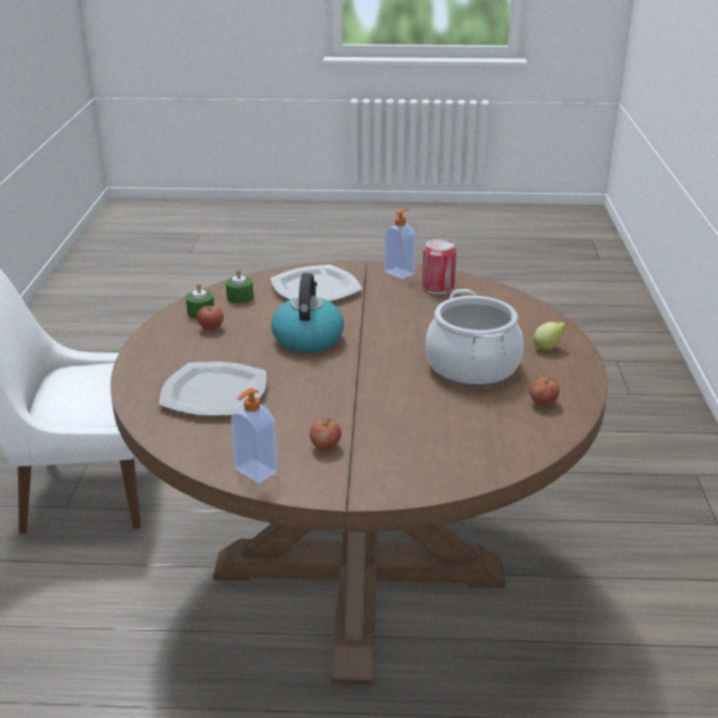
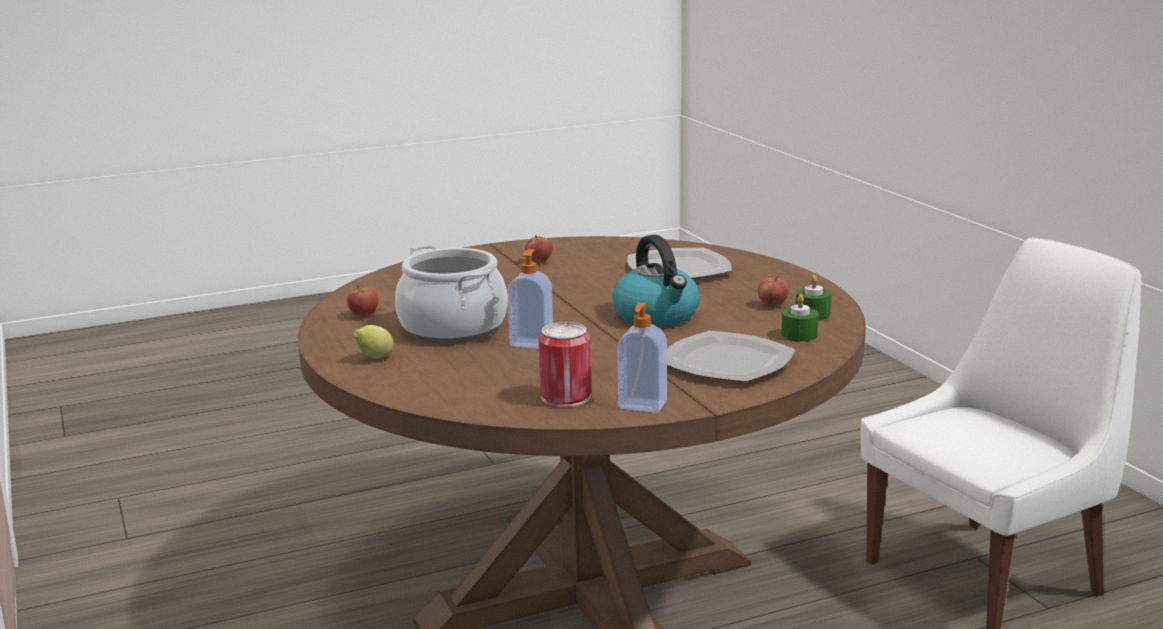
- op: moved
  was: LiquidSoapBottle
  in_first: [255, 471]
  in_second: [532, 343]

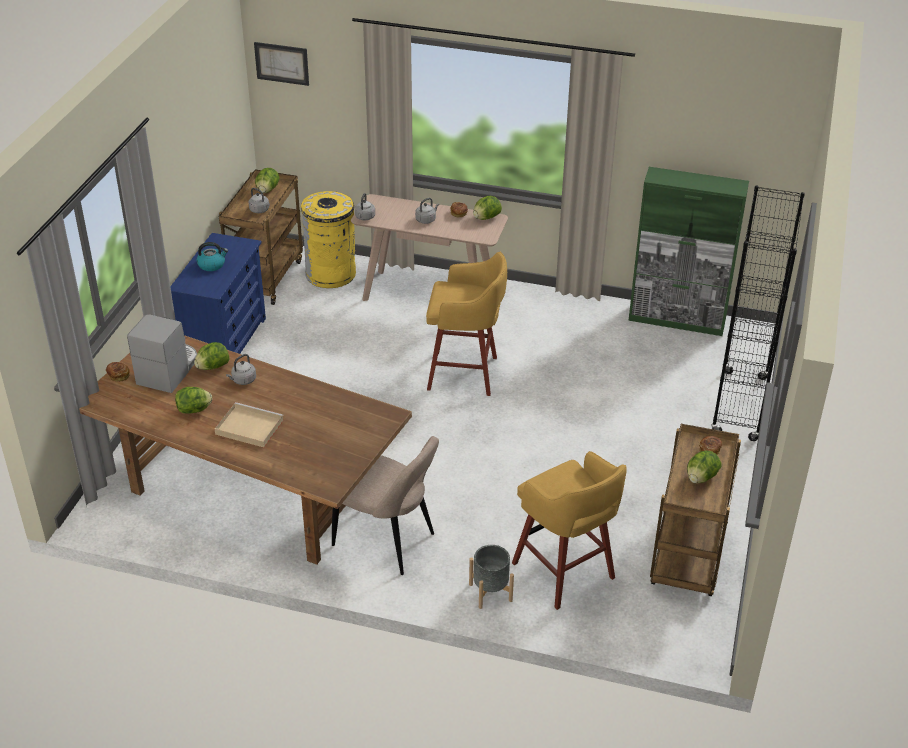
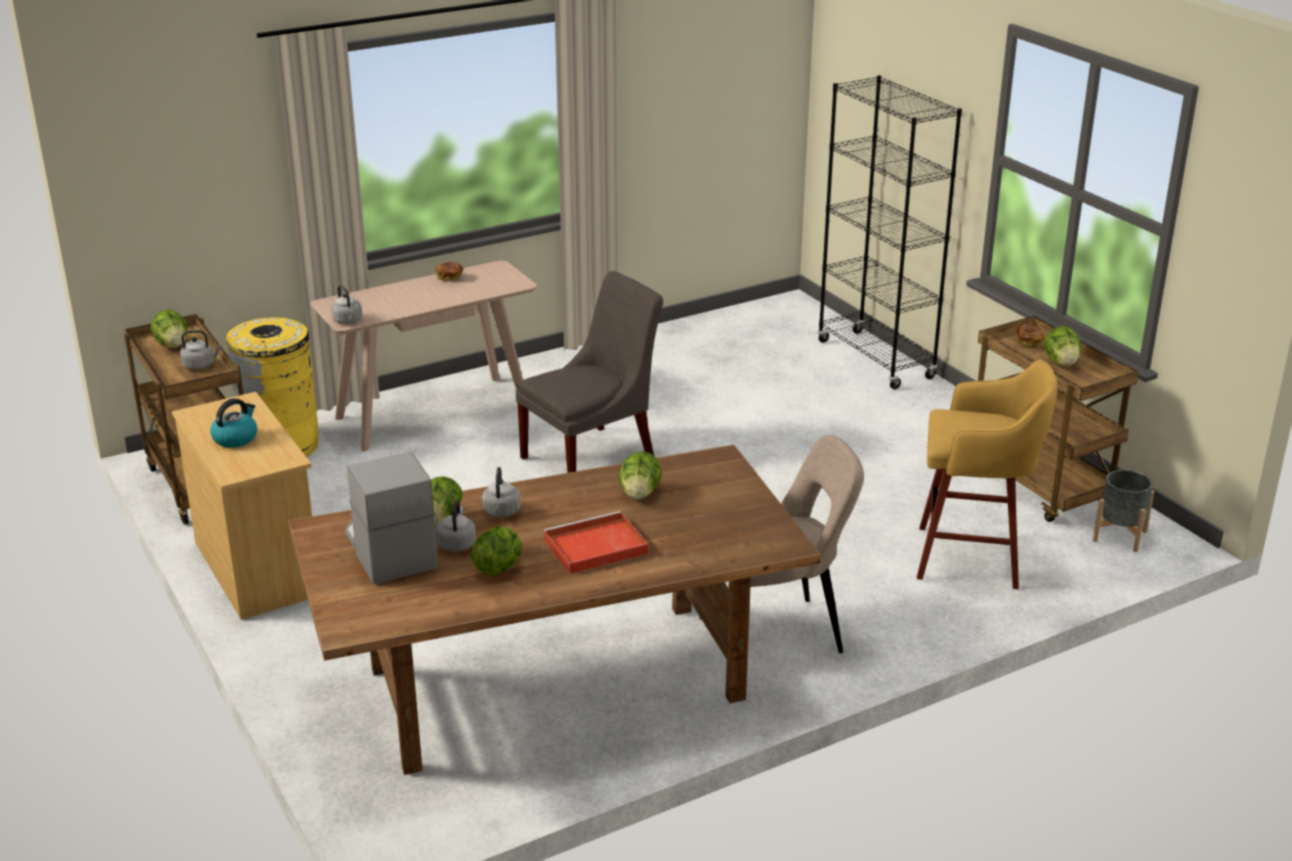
- op: removed
  was: BakedBread
  in_first: [118, 375]
- op: removed
  was: Picture
  in_first: [282, 63]
- op: removed
  was: GreenishStorageCabinet
  in_first: [677, 320]
- op: moved
  was: GreyWaterKettle
  in_first: [426, 219]
  in_second: [456, 543]
- op: moved
  was: GreyPlantPot
  in_first: [490, 592]
  in_second: [1119, 536]
- op: moved
  was: LettuceHead
  in_first: [486, 218]
  in_second: [640, 494]
- op: replaced
  was: YellowSittingStool
  now: GreyPlainChair
  in_first: [465, 374]
  in_second: [593, 458]
- op: recoloured
  was: BluishDrawerChest
  now: BeigeColouredDrawerChest
  in_first: [225, 341]
  in_second: [257, 568]
- op: recoloured
  was: BeigeColouredCarryingTray
  now: RedCarryingTray
  in_first: [248, 427]
  in_second: [594, 547]

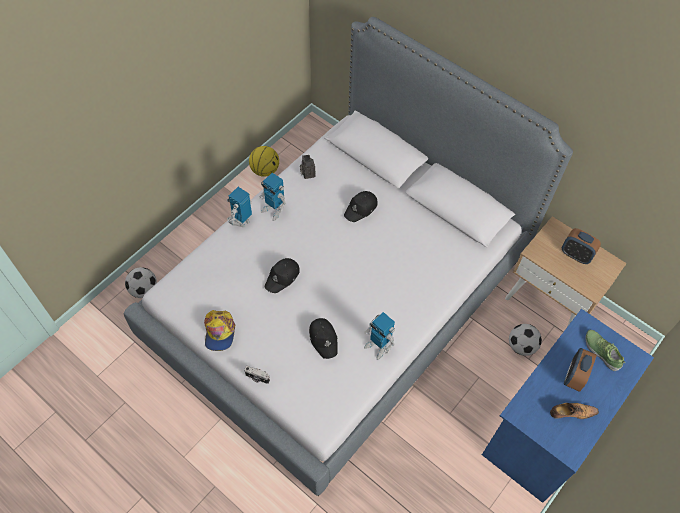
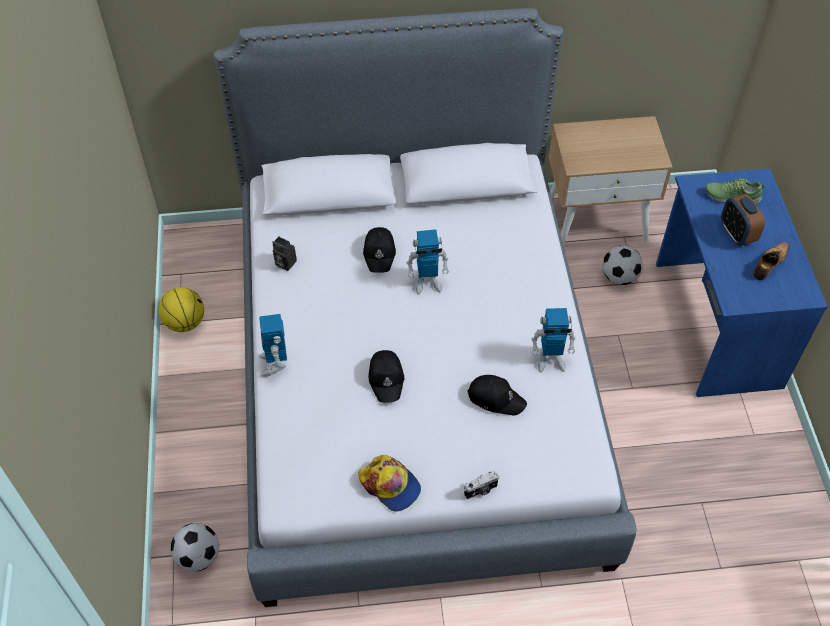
- op: removed
  was: AlarmClock
  in_first: [576, 255]
- op: moved
  was: ModelRobot
  in_first: [274, 210]
  in_second: [427, 282]

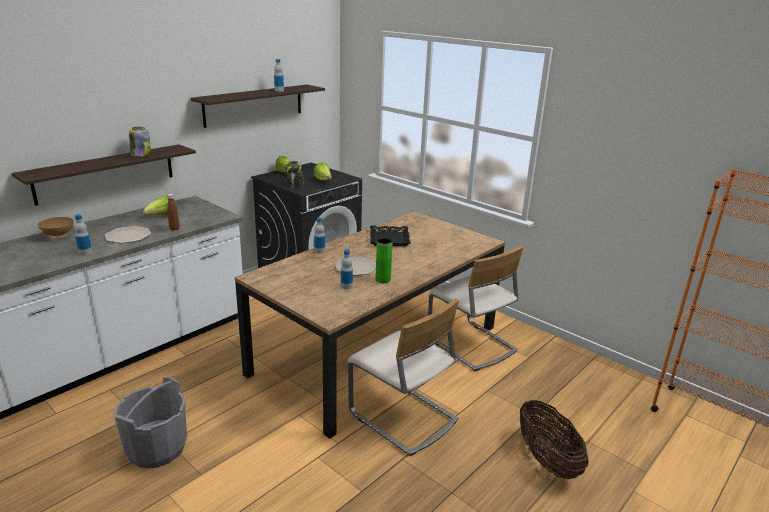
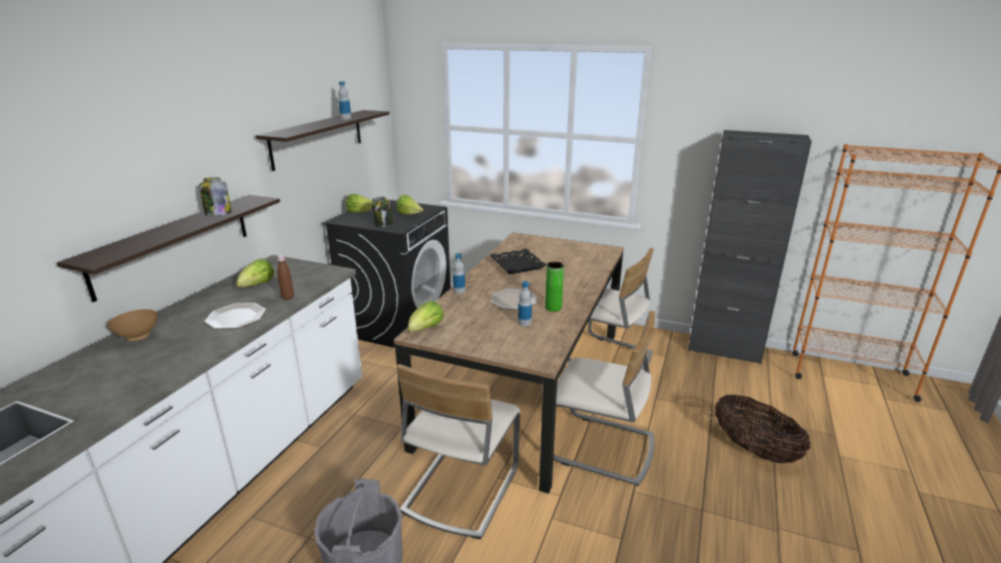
- op: removed
  was: DrinkBottle
  in_first: [85, 252]
- op: added
  now: BeigeColouredPlainChair
  in_second: [460, 489]
- op: added
  now: LettuceHead
  in_second: [425, 329]
- op: added
  now: BlackishStorageCabinet
  in_second: [724, 349]

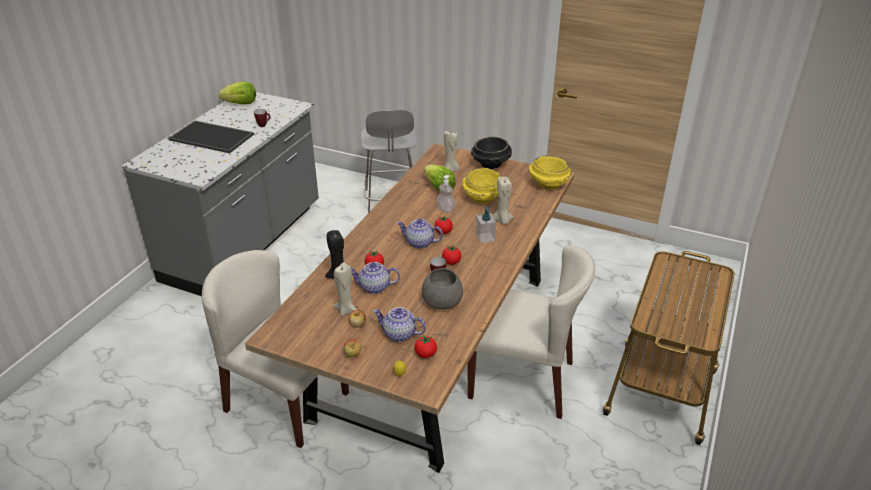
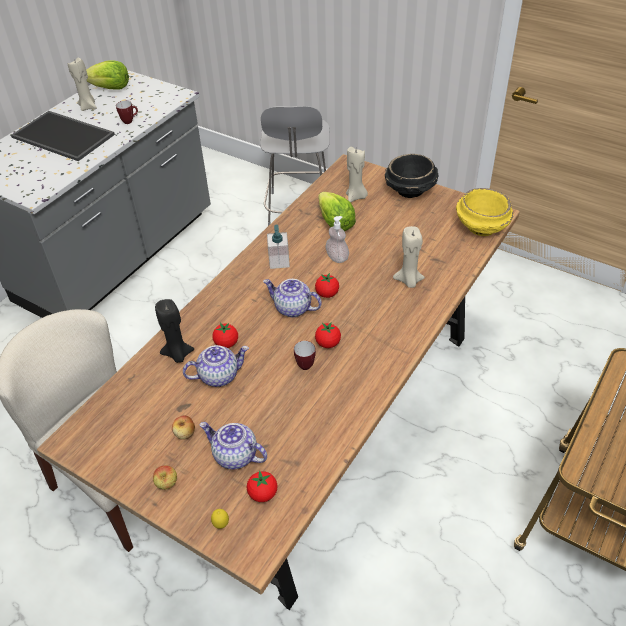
- op: removed
  was: GreyDeepDish
  in_first: [442, 301]
- op: removed
  was: YellowDeepDish
  in_first: [483, 198]
- op: removed
  was: BeigeColouredPlainChair
  in_first: [522, 379]
- op: moved
  was: BeigeColouredWaxCandle
  in_first: [346, 310]
  in_second: [88, 107]
- op: moved
  was: LiquidSoapBottle
  in_first: [485, 238]
  in_second: [279, 261]
- op: turned
  was: PotForTea
  in_first: [374, 287]
  in_second: [219, 375]
  clockwise: 150

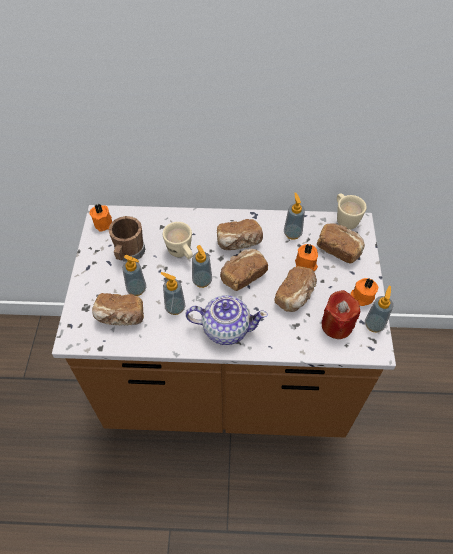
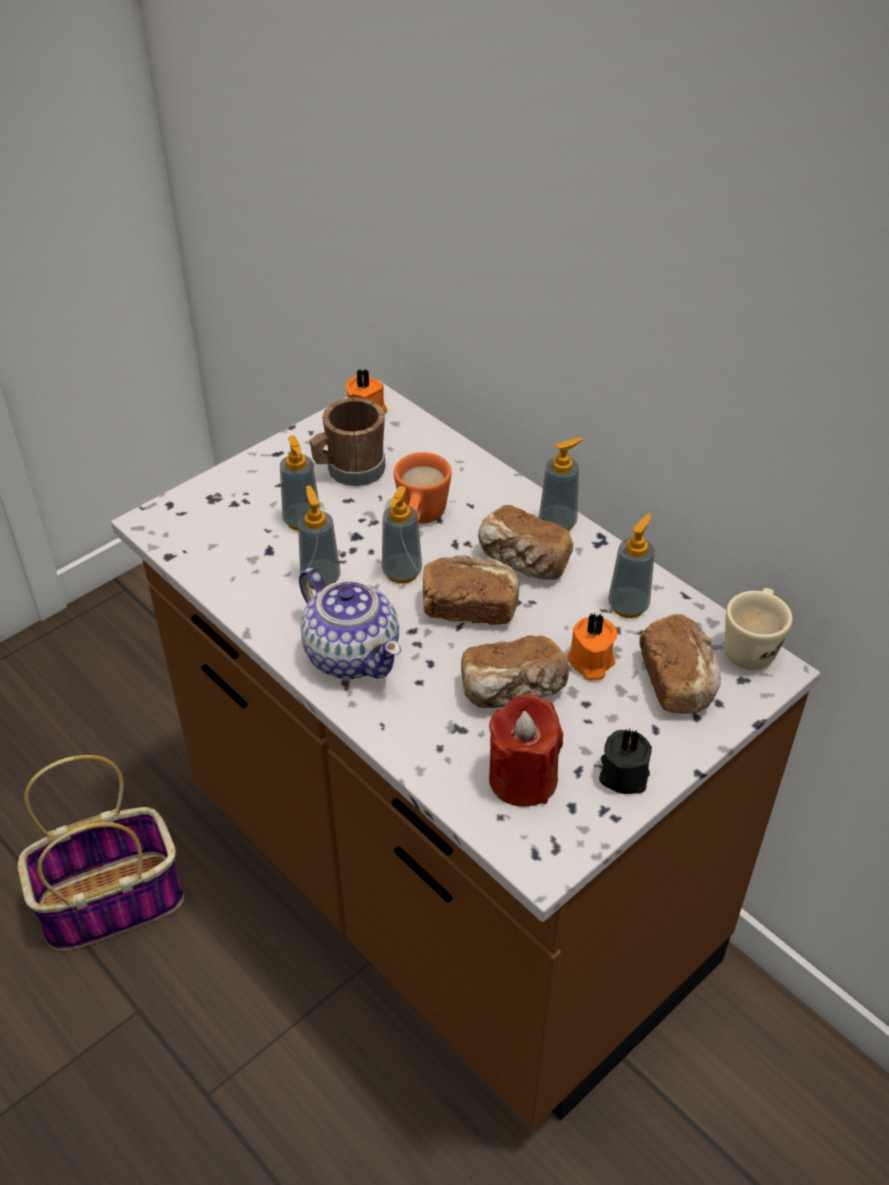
- op: removed
  was: BakedBread
  in_first: [120, 317]
- op: added
  now: HouseholdBasket
  in_second: [113, 900]
- op: moved
  was: LiquidSoapBottle
  in_first: [374, 324]
  in_second: [557, 523]
- op: recoloured
  was: BeigeColouredCoffeeMug
  now: OrangeColouredCoffeeMug
  in_first: [182, 253]
  in_second: [420, 519]
- op: recoloured
  was: OrangeColouredWaxCandle
  now: BlackishWaxCandle
  in_first: [362, 296]
  in_second: [623, 774]

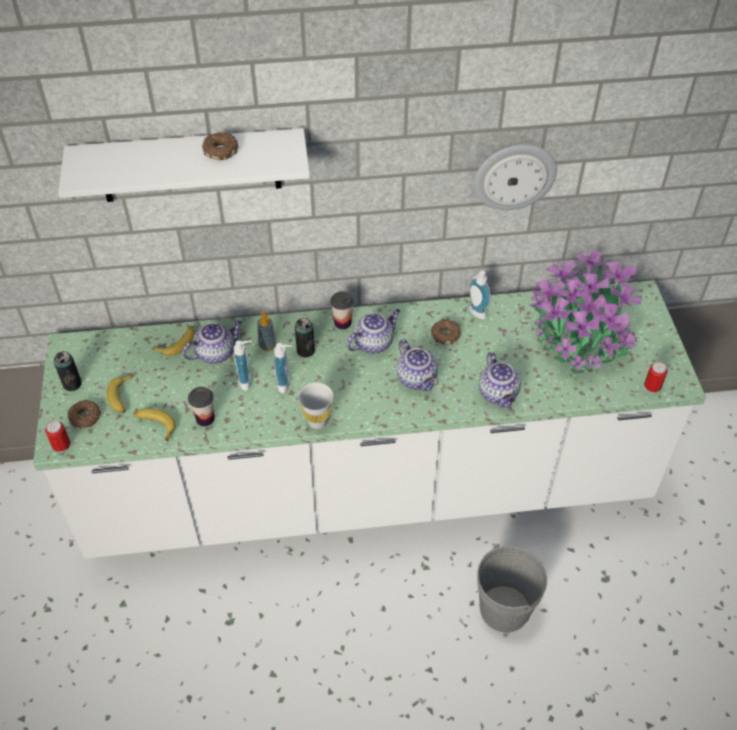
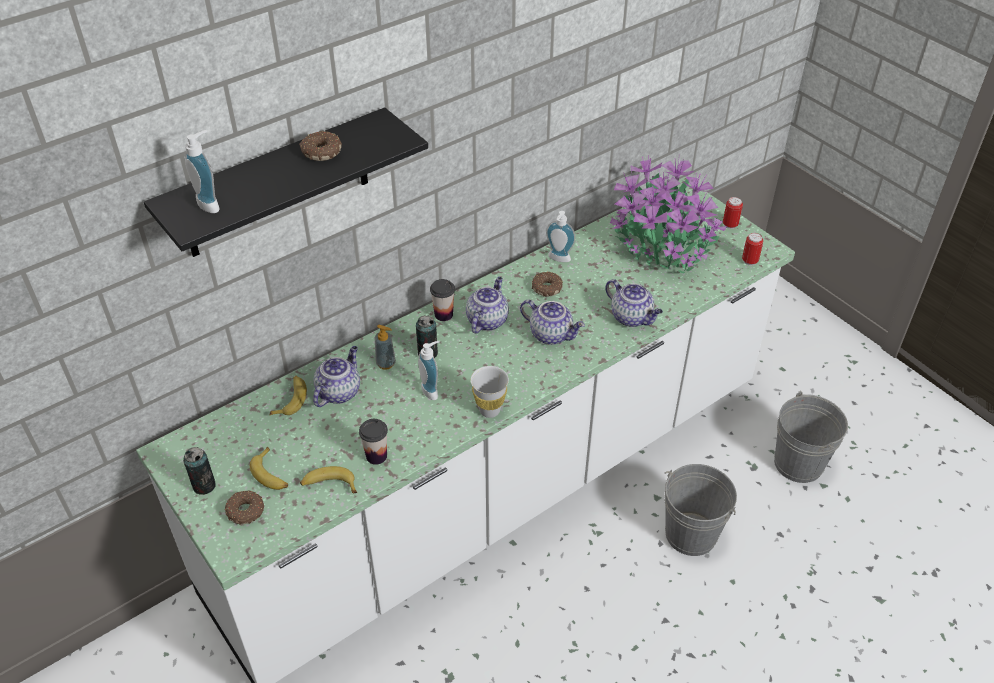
- op: removed
  was: WallClock
  in_first: [514, 176]
- op: added
  now: GreyPail
  in_second: [798, 463]
- op: moved
  was: SealedCan
  in_first: [62, 446]
  in_second: [730, 225]
- op: moved
  was: LiquidSoapBottle
  in_first: [247, 381]
  in_second: [211, 203]
- op: recoloured
  was: WhiteColouredWallShelf
  now: BlackishWallShelf
  in_first: [190, 165]
  in_second: [277, 185]

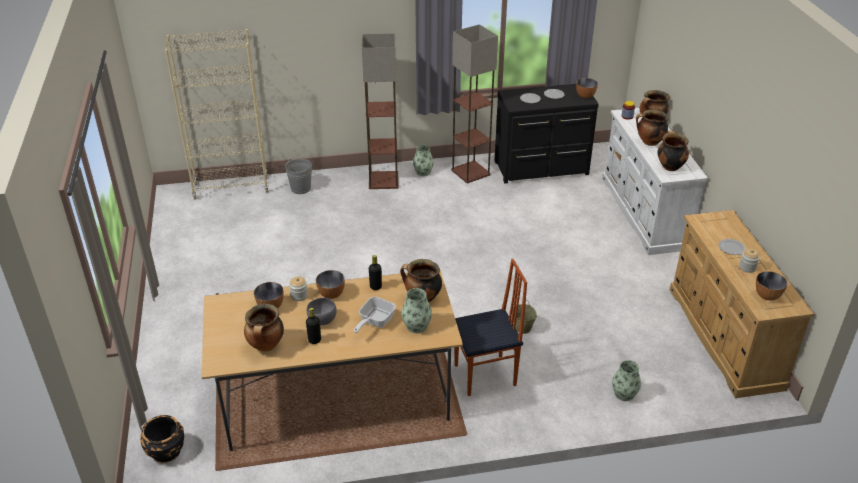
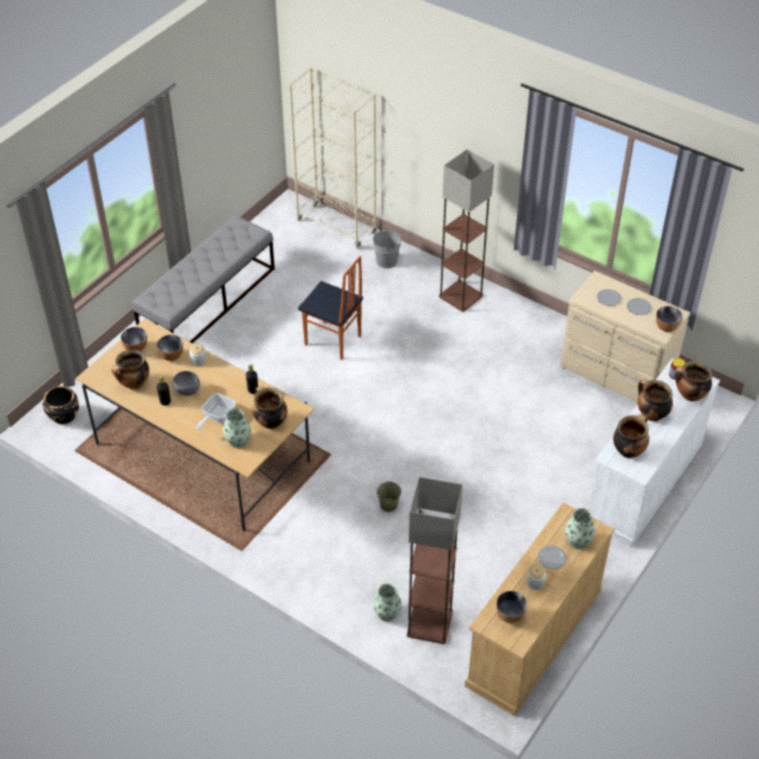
- op: added
  now: GreyIndoorBench
  in_second: [208, 302]
- op: moved
  was: DeepDish
  in_first: [331, 294]
  in_second: [136, 348]
- op: moved
  was: DecorativeVase
  in_first: [423, 172]
  in_second: [578, 540]
- op: moved
  was: StandingLamp
  in_first: [471, 172]
  in_second: [430, 624]
- op: moved
  was: PlainChair
  in_first: [486, 376]
  in_second: [333, 341]
- op: recoloured
  was: BlackishDrawerChest
  now: BeigeColouredDrawerChest
  in_first: [542, 169]
  in_second: [615, 375]
- op: turned
  was: Skillet
  in_first: [374, 322]
  in_second: [216, 417]
  clockwise: -45

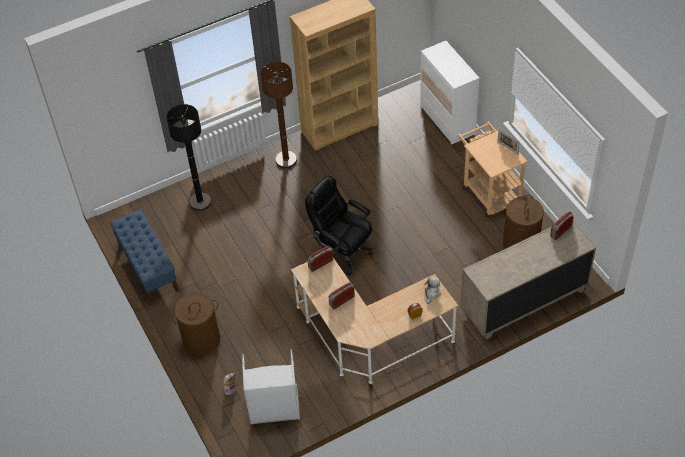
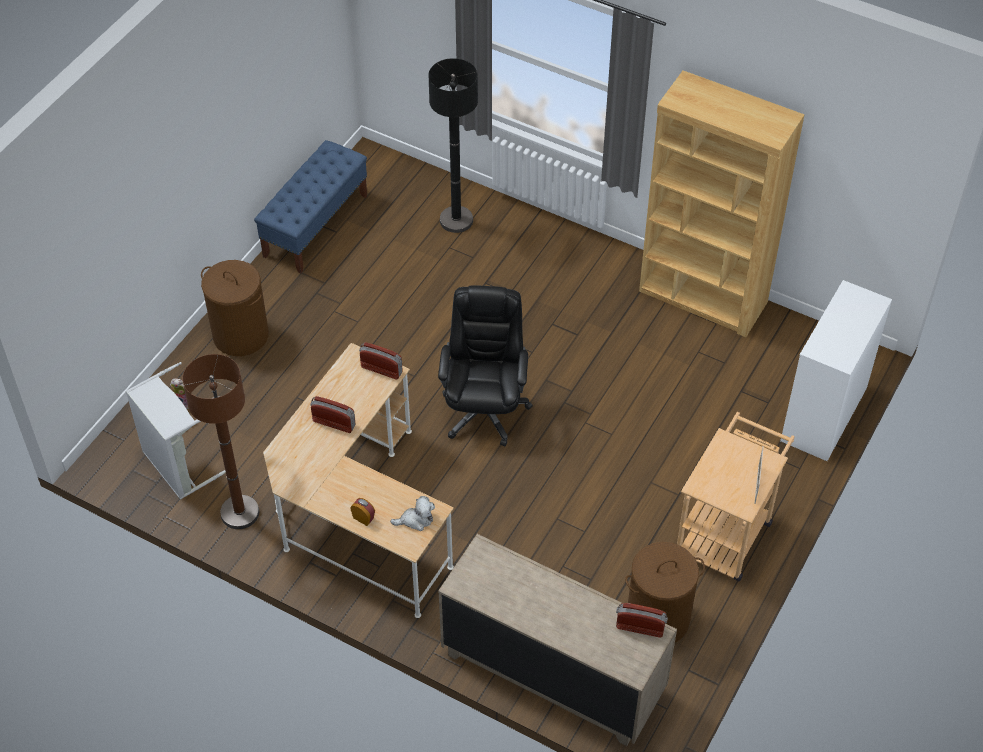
- op: moved
  was: BrownStandingLamp
  in_first: [286, 160]
  in_second: [240, 513]

